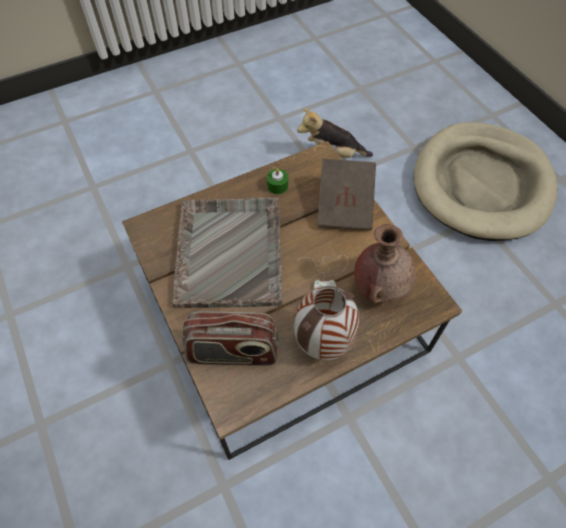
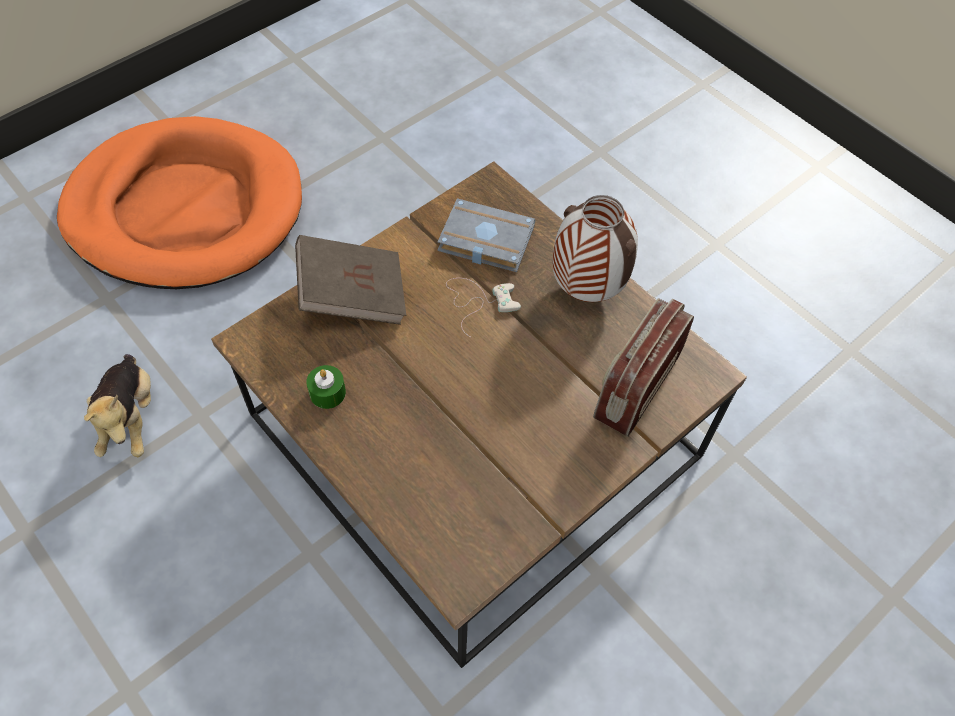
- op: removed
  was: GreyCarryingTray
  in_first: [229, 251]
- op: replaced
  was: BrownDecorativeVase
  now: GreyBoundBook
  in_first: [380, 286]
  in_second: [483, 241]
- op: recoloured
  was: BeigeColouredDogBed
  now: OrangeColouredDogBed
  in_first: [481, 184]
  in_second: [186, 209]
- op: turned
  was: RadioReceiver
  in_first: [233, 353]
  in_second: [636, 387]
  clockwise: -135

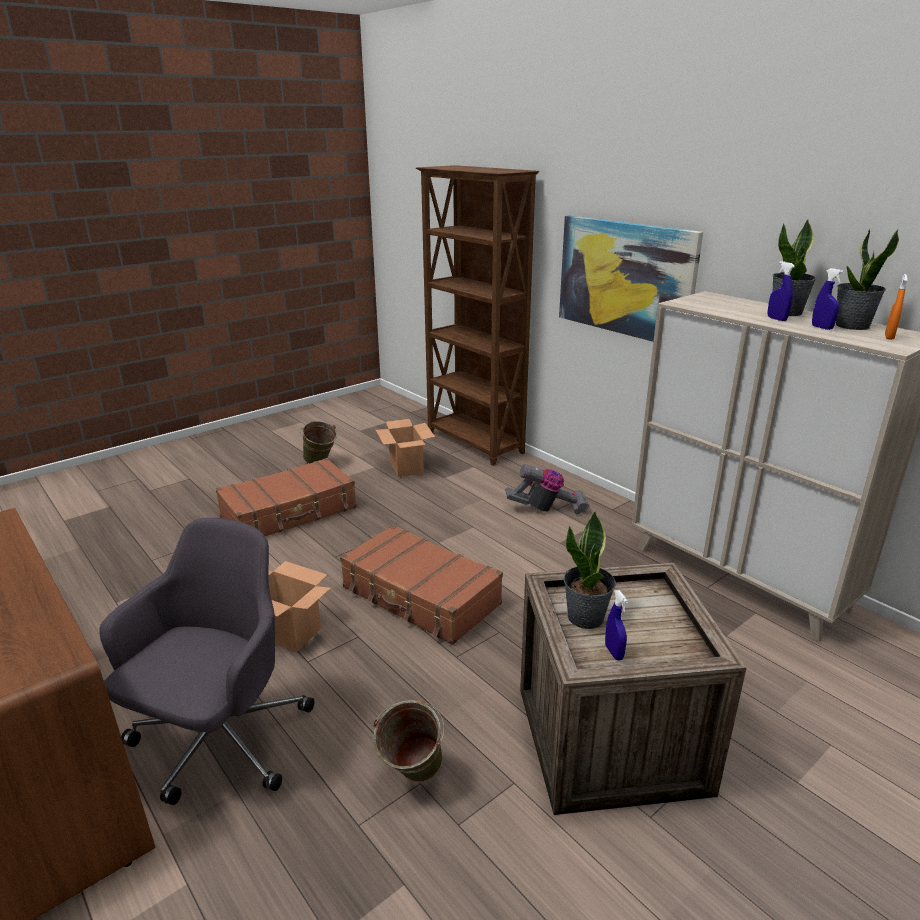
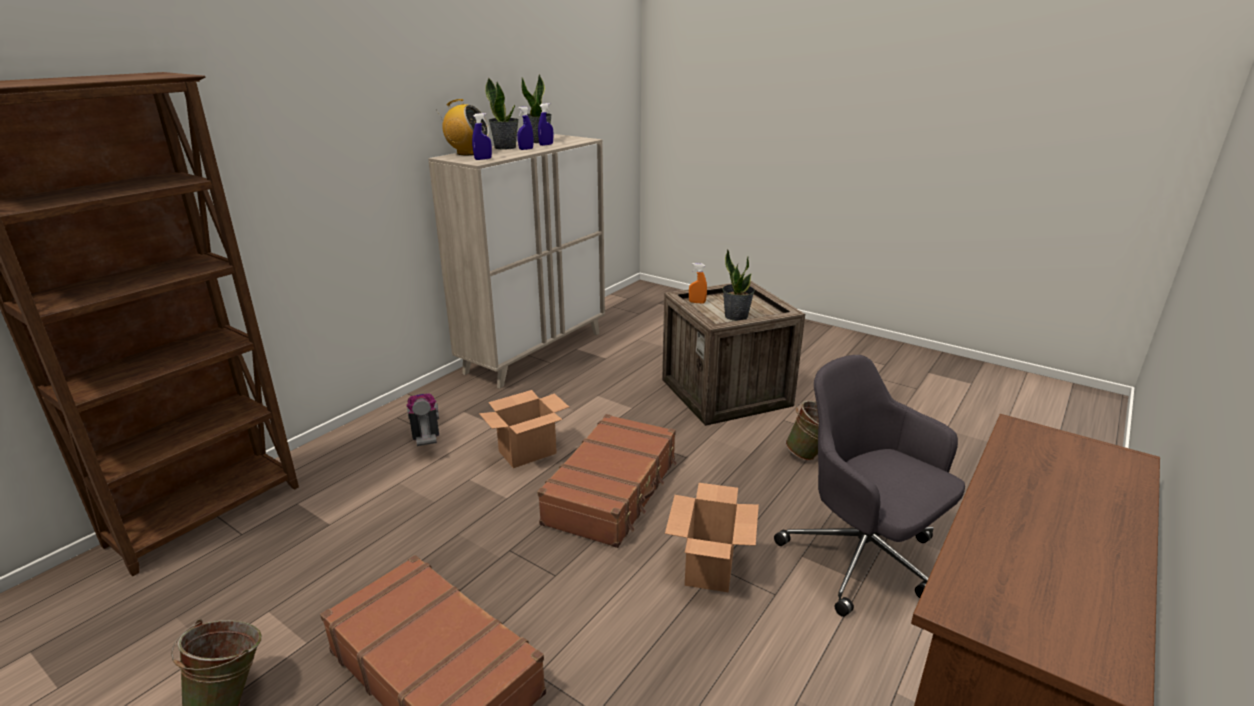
- op: removed
  was: Picture
  in_first: [625, 278]
- op: added
  now: RadioReceiver
  in_second: [467, 153]
- op: moved
  was: PackingBox
  in_first: [406, 467]
  in_second: [528, 452]
- op: moved
  was: BluishHandSprayer
  in_first: [614, 652]
  in_second: [483, 159]
- op: moved
  was: OrangeColouredHandSprayer
  in_first: [889, 337]
  in_second: [697, 302]
- op: turned
  was: GreyOfficeChair
  in_first: [219, 742]
  in_second: [862, 559]
  clockwise: 45

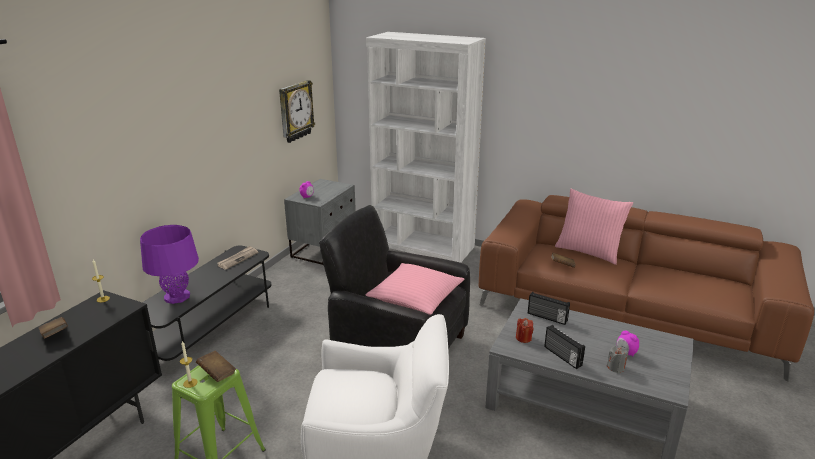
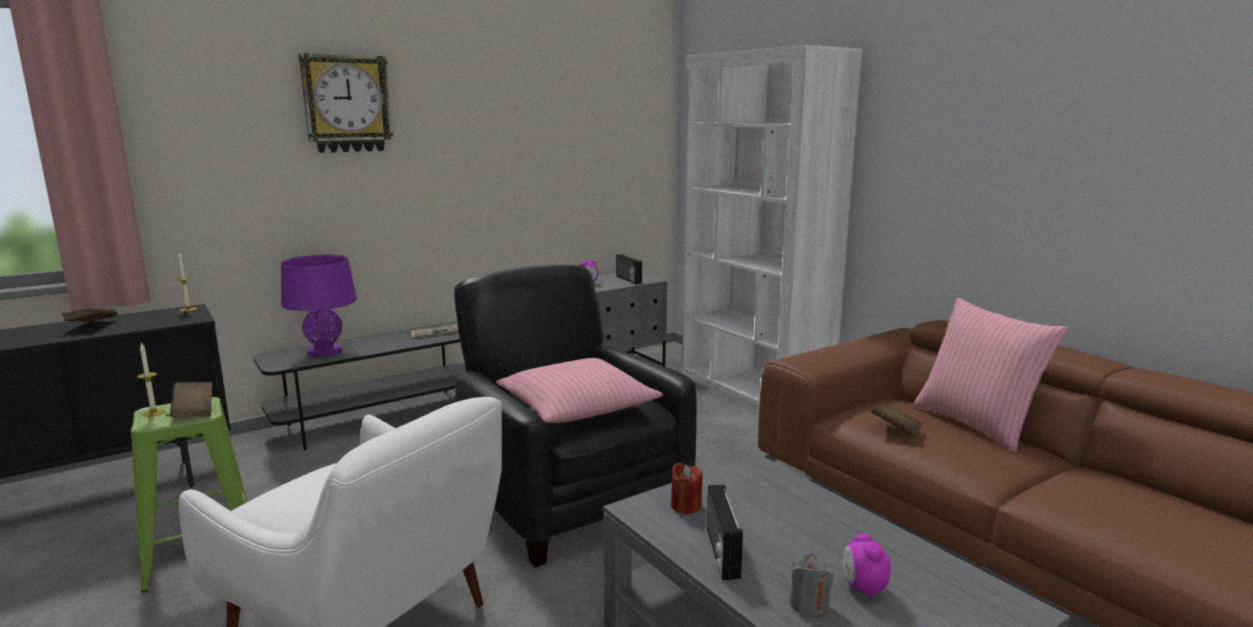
- op: moved
  was: WallClock
  in_first: [295, 111]
  in_second: [346, 104]
- op: moved
  was: RadioReceiver
  in_first: [547, 317]
  in_second: [628, 279]

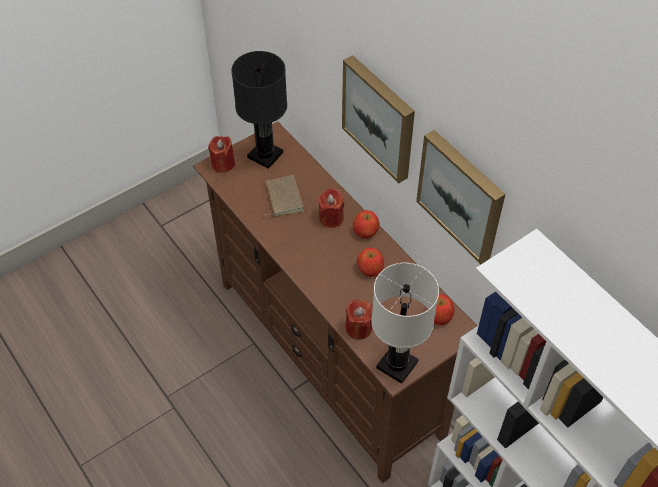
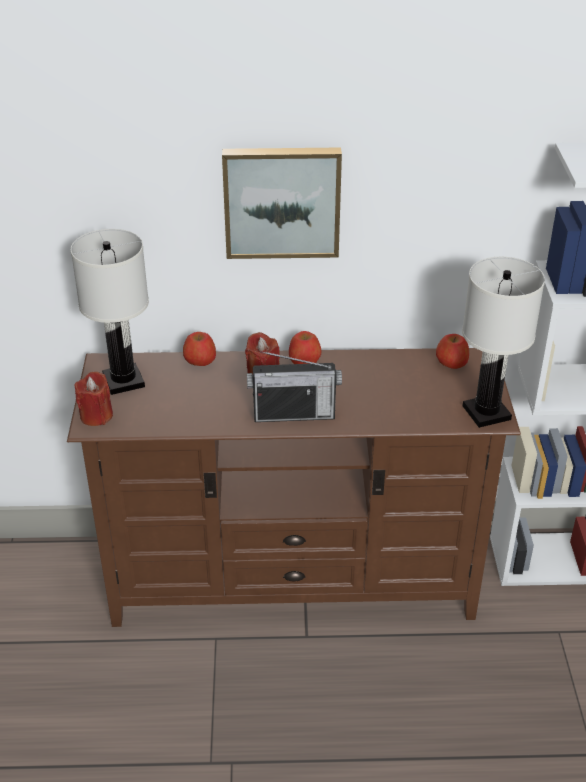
- op: removed
  was: BrownBoundBook
  in_first: [282, 198]
- op: removed
  was: RedWaxCandle
  in_first: [358, 328]
- op: removed
  was: Picture
  in_first: [462, 195]
- op: added
  now: RadioReceiver
  in_second: [294, 414]
- op: moved
  was: WholeApple
  in_first: [370, 268]
  in_second: [200, 360]
- op: recoloured
  was: BlackishLampForATable
  now: WhiteColouredLampForATable
  in_first: [264, 155]
  in_second: [123, 381]

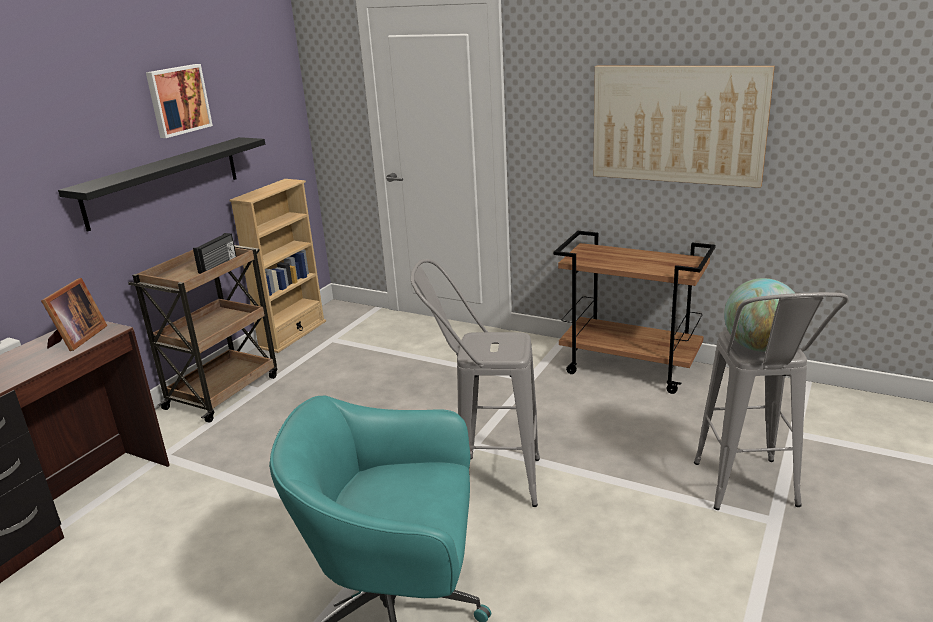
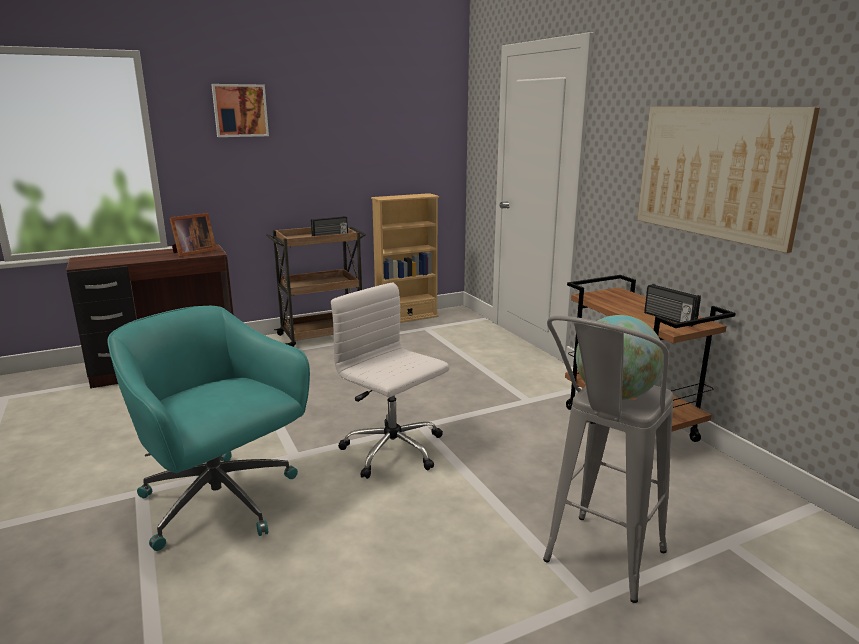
- op: removed
  was: BlackishWallShelf
  in_first: [163, 181]
- op: added
  now: RadioReceiver
  in_second: [669, 318]
- op: moved
  was: Picture
  in_first: [178, 100]
  in_second: [240, 110]
- op: replaced
  was: GreySittingStool
  now: WhiteColouredOfficeChair
  in_first: [484, 480]
  in_second: [394, 451]

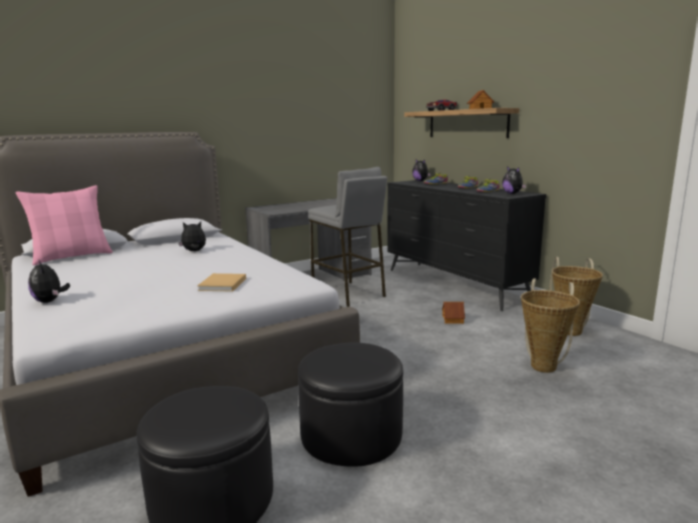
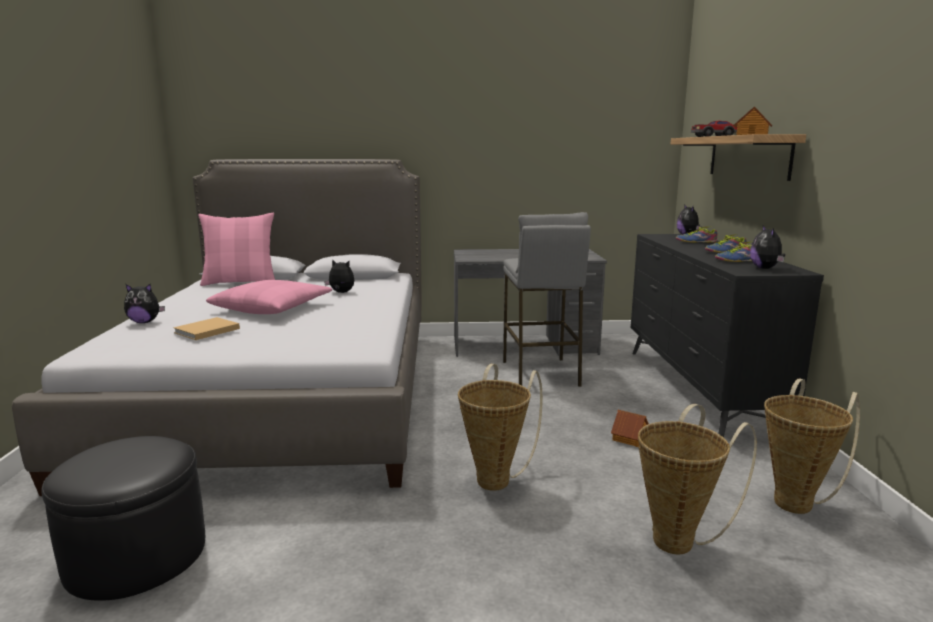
- op: removed
  was: BlackishPouffe
  in_first: [351, 435]
- op: added
  now: PinkishThrowPillow
  in_second: [272, 308]
- op: added
  now: HouseholdBasket
  in_second: [496, 478]
- op: moved
  was: BeigeColouredBoundBook
  in_first: [222, 285]
  in_second: [205, 331]
- op: turned
  was: PlushToy
  in_first: [50, 301]
  in_second: [145, 322]
  clockwise: -90

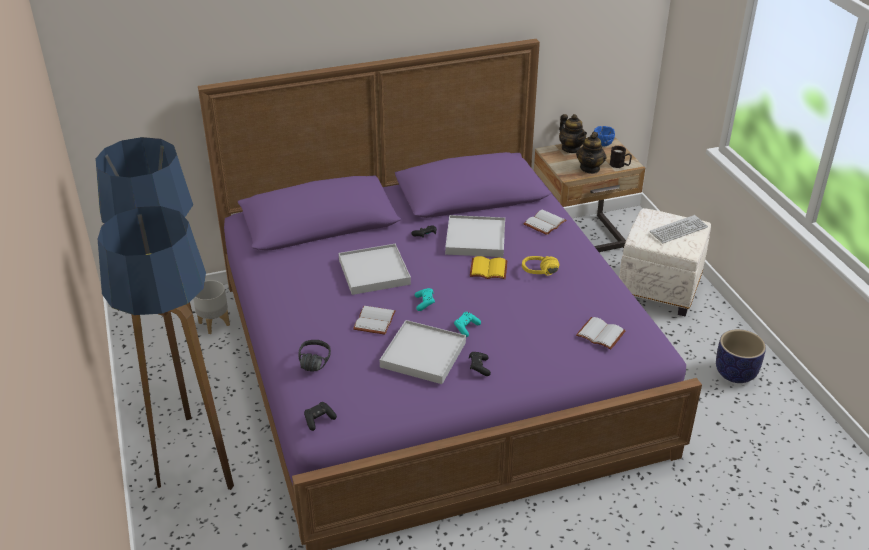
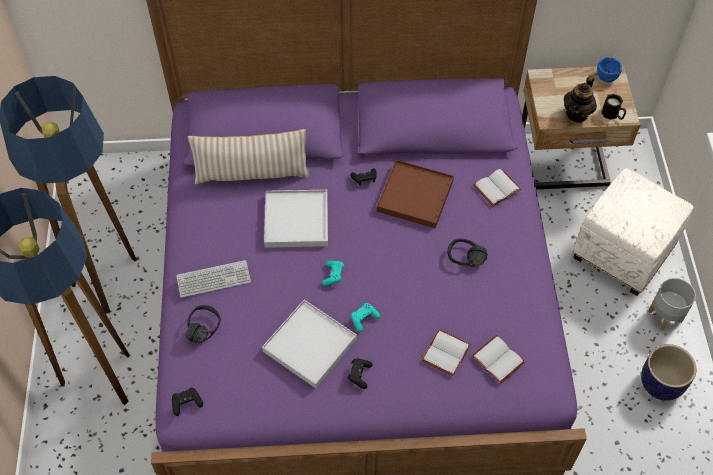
- op: removed
  was: YellowBoundBook
  in_first: [487, 270]
- op: removed
  was: PotForTea
  in_first: [571, 149]
- op: added
  now: BeigeColouredThrowPillow
  in_second: [251, 173]
- op: moved
  was: GreyPlantPot
  in_first: [214, 323]
  in_second: [665, 316]
- op: moved
  was: WhiteColouredBoundBook
  in_first: [373, 320]
  in_second: [445, 352]
- op: moved
  was: Keyboard
  in_first: [678, 230]
  in_second: [213, 279]
- op: recoloured
  was: WhiteColouredCarryingTray
  now: BrownCarryingTray
  in_first: [475, 239]
  in_second: [415, 196]
- op: recoloured
  was: YellowHeadset
  now: BlackishHeadset
  in_first: [540, 275]
  in_second: [465, 262]

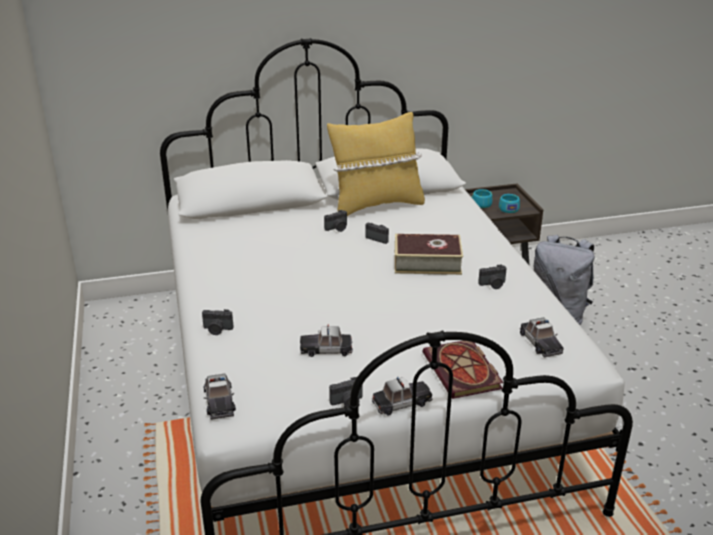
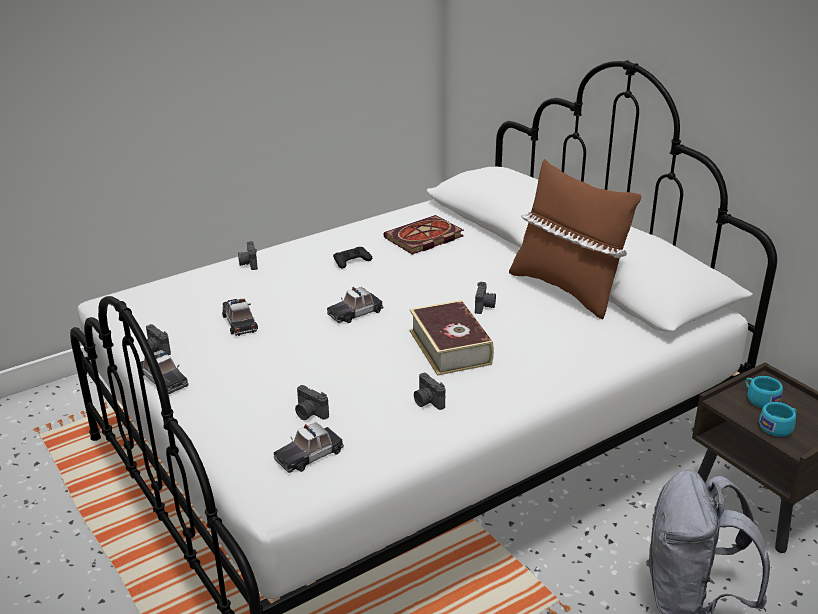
- op: added
  now: BlackishJoypad
  in_second: [351, 261]
- op: moved
  was: ToyCar
  in_first: [219, 401]
  in_second: [355, 312]
- op: moved
  was: PhotoCamera
  in_first: [337, 228]
  in_second: [309, 414]
- op: moved
  was: BoundBook
  in_first: [464, 372]
  in_second: [423, 238]
- op: recoloured
  was: YellowThrowPillow
  now: BrownThrowPillow
  in_first: [376, 205]
  in_second: [567, 289]

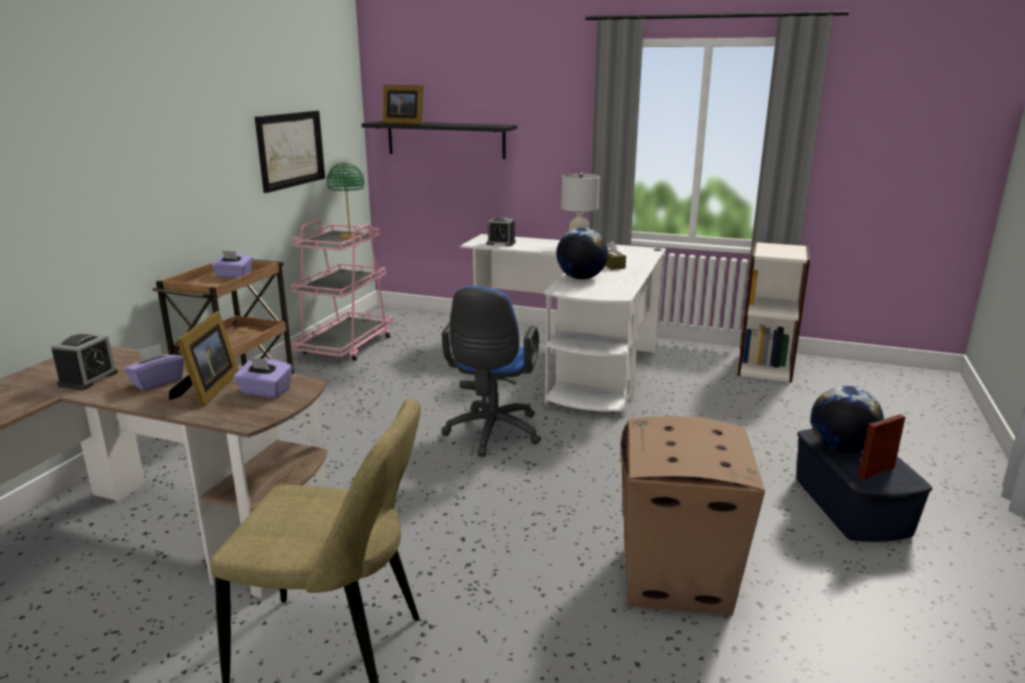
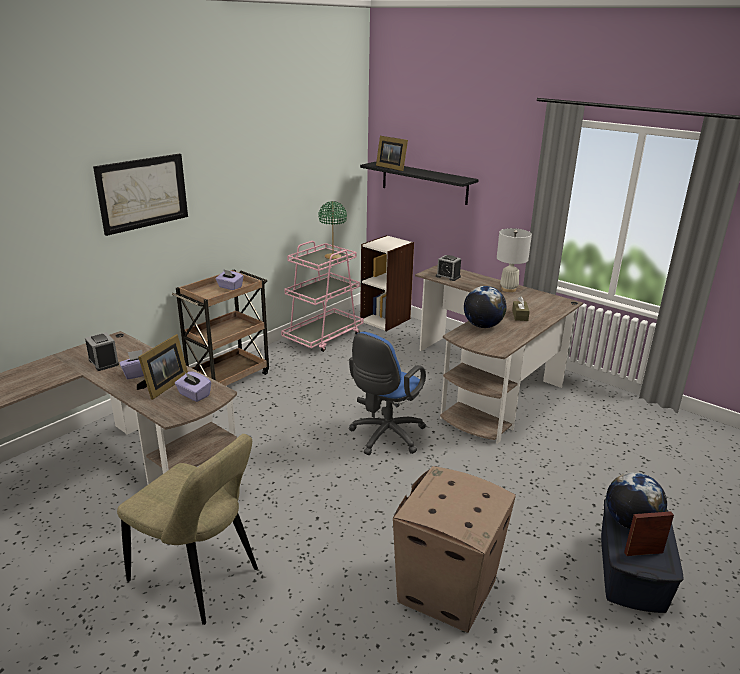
- op: moved
  was: Picture
  in_first: [290, 149]
  in_second: [142, 193]
- op: moved
  was: Bookcase
  in_first: [765, 367]
  in_second: [386, 320]
- op: recoloured
  was: WhiteColouredDeskUnit
  now: BrownDeskUnit
  in_first: [576, 361]
  in_second: [489, 383]
- op: turned
  was: AlarmClock
  in_first: [88, 379]
  in_second: [103, 362]
  clockwise: -75

